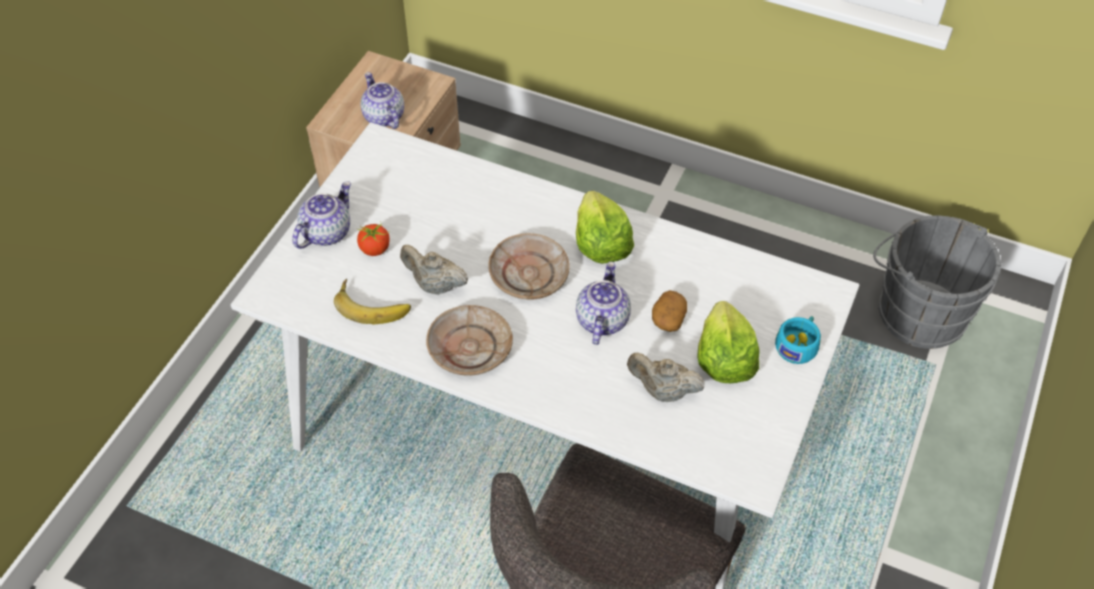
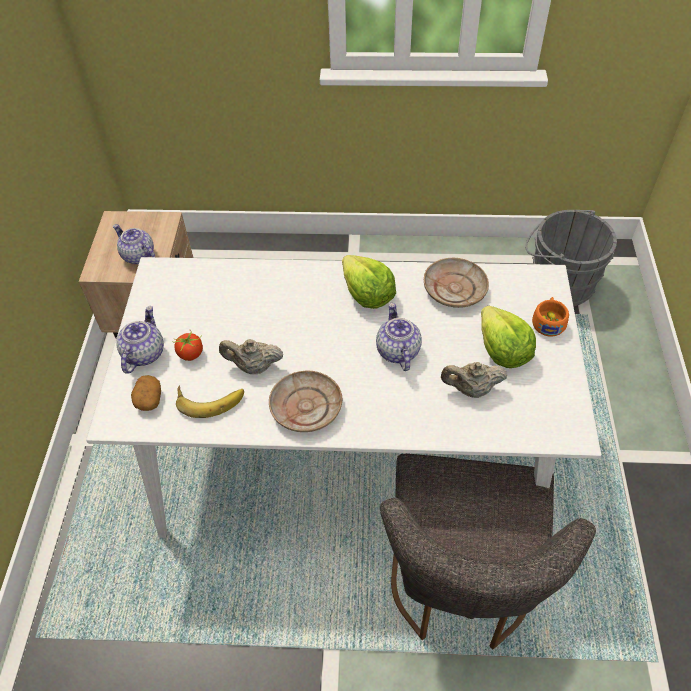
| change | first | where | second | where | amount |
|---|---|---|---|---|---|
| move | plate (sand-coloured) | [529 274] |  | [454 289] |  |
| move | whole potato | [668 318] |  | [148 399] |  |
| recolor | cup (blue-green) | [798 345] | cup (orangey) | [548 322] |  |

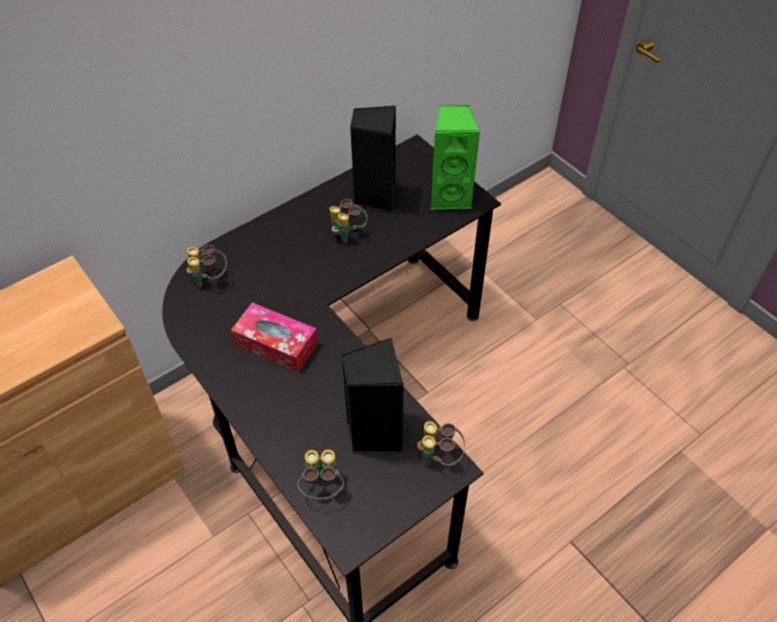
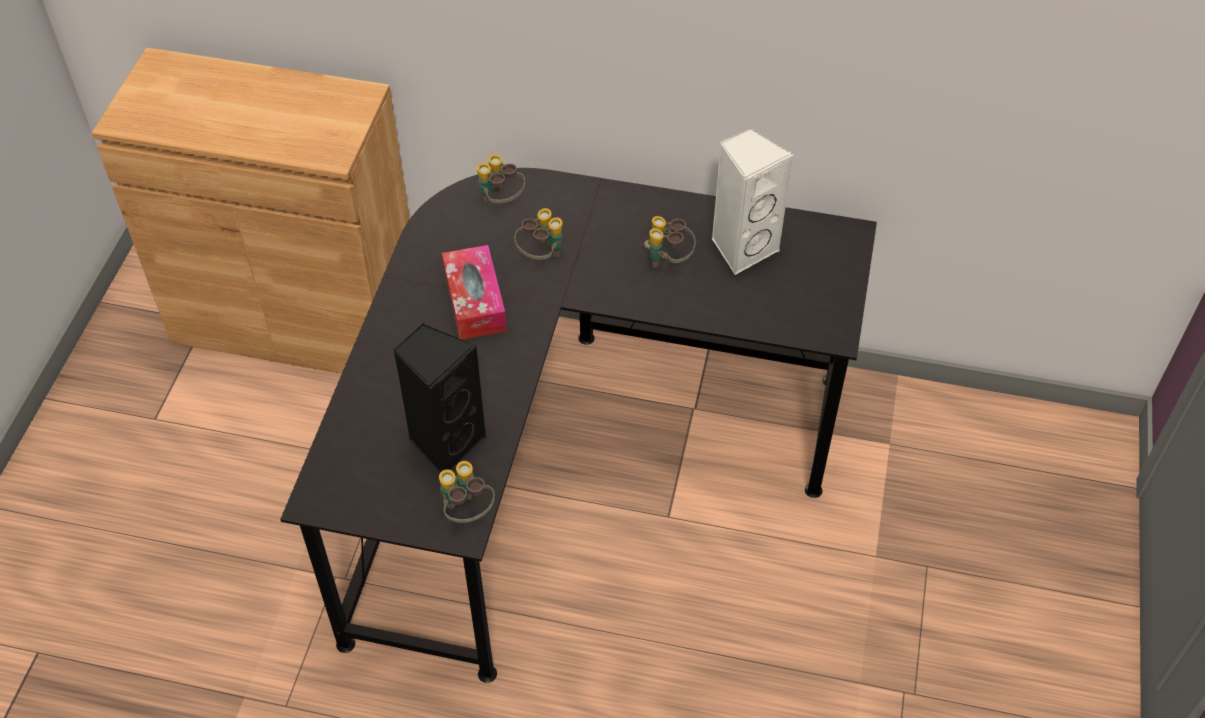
| change | first | where | second | where | amount |
|---|---|---|---|---|---|
| move | binoculars | [322 487] |  | [541 256] |  |
| recolor | speaker (black) | [375 196] | speaker (white-coloured) | [742 247] |  |
| delete | speaker (greenish) | [450 196] |  |  |  |

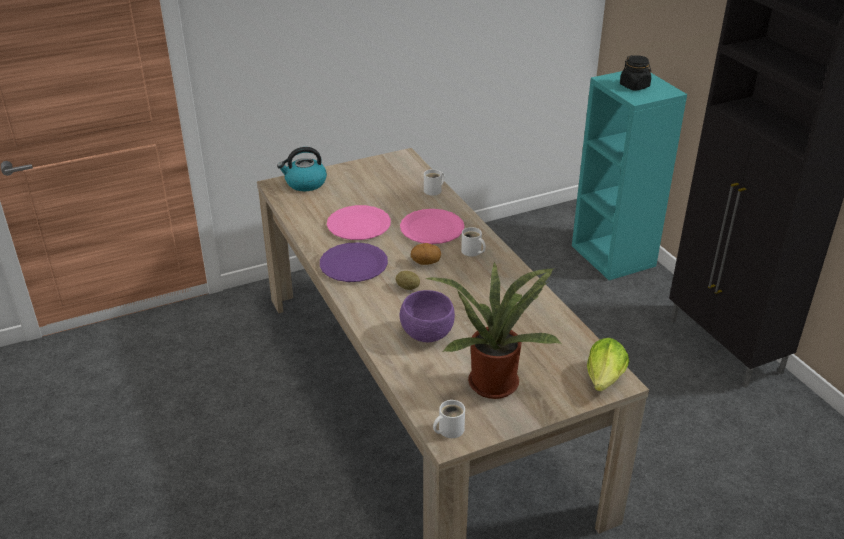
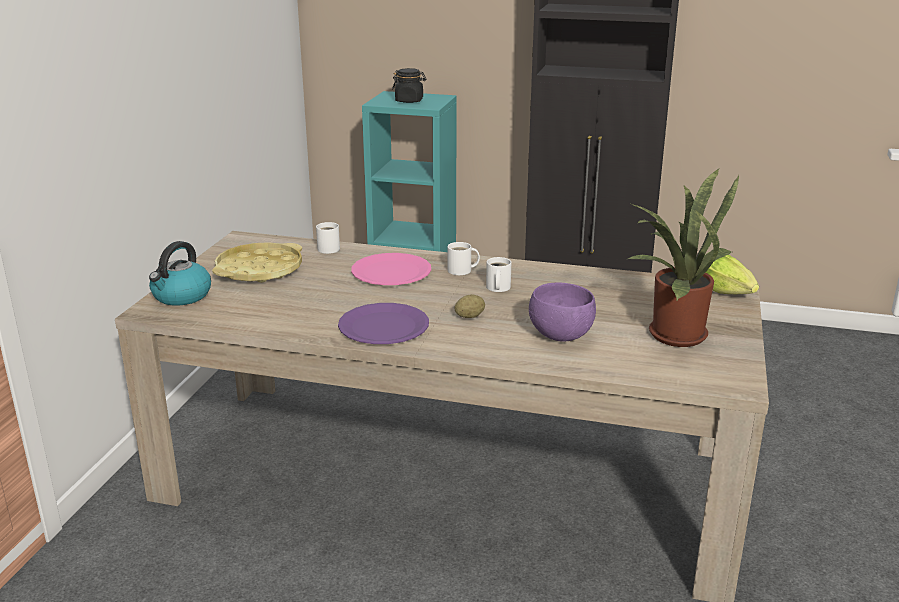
| change | first | where | second | where | amount |
|---|---|---|---|---|---|
| delete | plate (pink-coloured) | [359 225] |  |  |  |
| delete | whole potato | [425 262] |  |  |  |
| move | mug (white-coloured) | [448 430] |  | [497 288] |  |
| insert |  |  | serving tray (yellowish) | [259 270] |  |

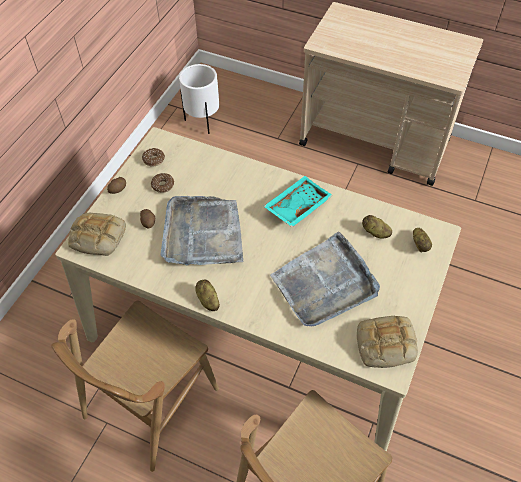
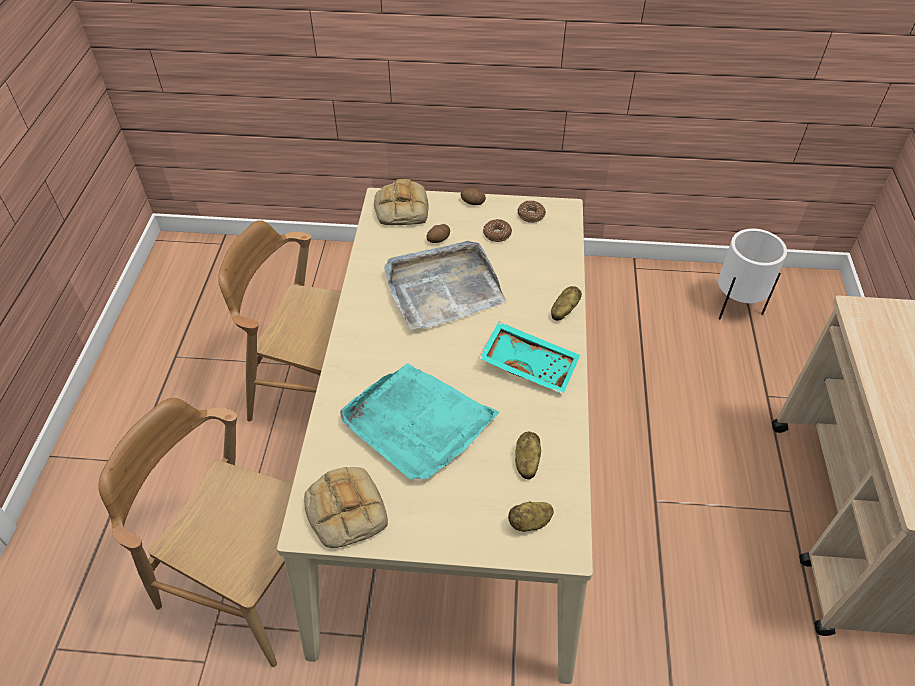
| change | first | where | second | where | amount |
|---|---|---|---|---|---|
| move | whole potato | [207 300] |  | [564 310] |  |
| recolor | serving tray (greyish) | [325 283] | serving tray (blue-green) | [417 423] |  |

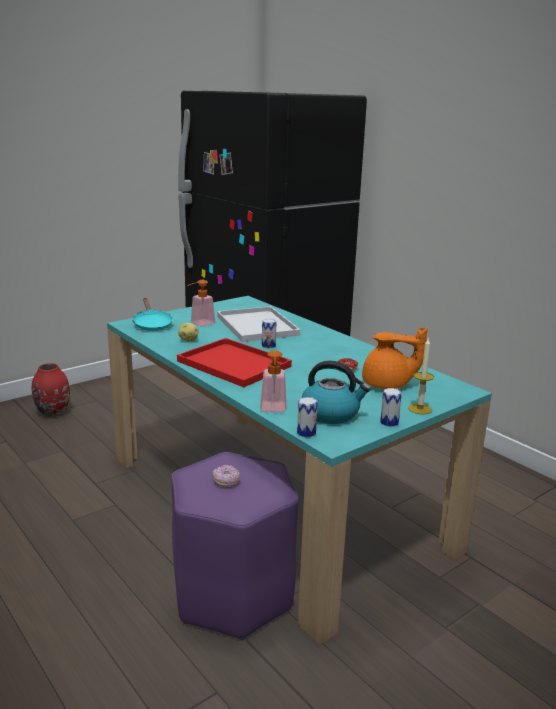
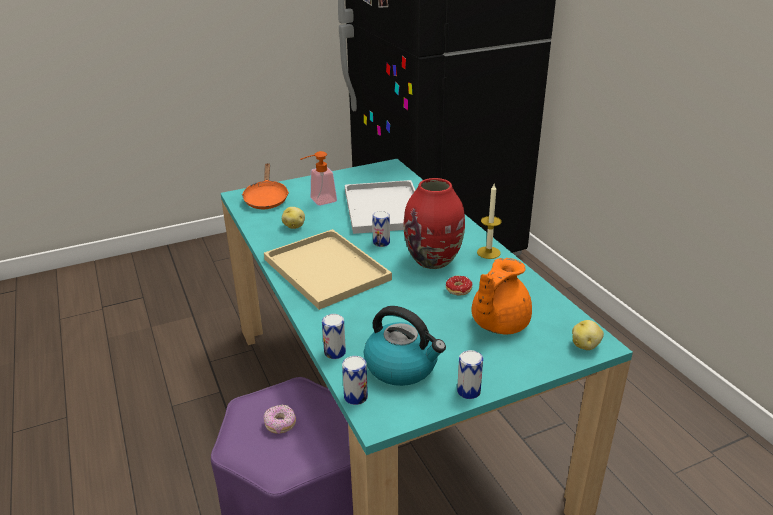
| change | first | where | second | where | amount |
|---|---|---|---|---|---|
| move | decorative vase (red-coloured) | [53 412] |  | [433 260] |  |
| recolor | pan (blue-green) | [152 324] | pan (orangey) | [266 199] |  |
| recolor | serving tray (red-coloured) | [231 363] | serving tray (sand-coloured) | [324 269] |  |
| replace | soap bottle | [273 410] | can | [335 352] |  |
| rotate | teapot (orangey) | [388 385] |  | [497 323] | 105 degrees clockwise |
| move | wax candle | [419 409] |  | [488 252] |  |
| insert |  |  | whole potato | [585 345] |  |

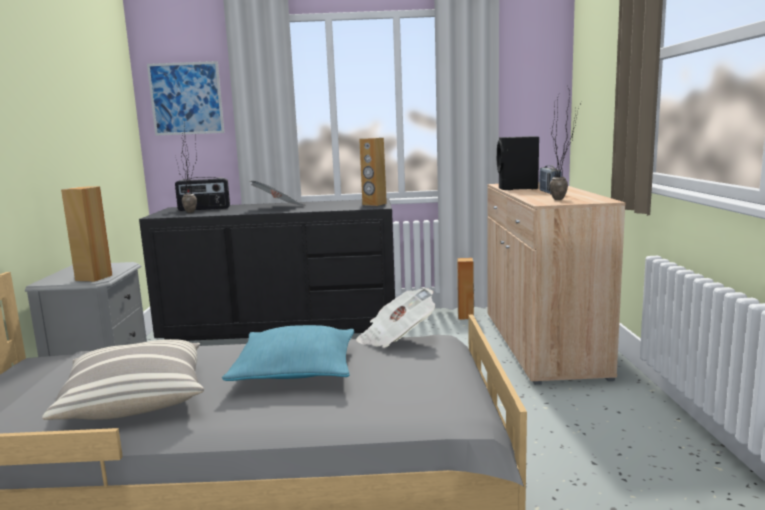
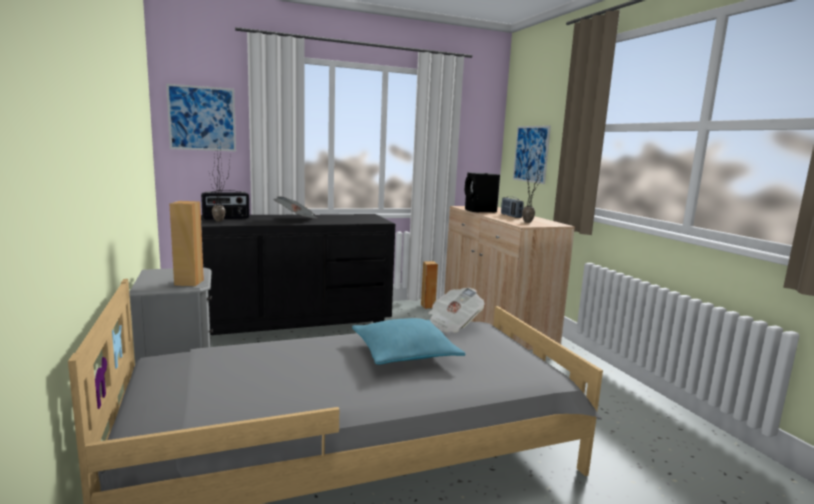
| change | first | where | second | where | amount |
|---|---|---|---|---|---|
| delete | pillow | [135 399] |  |  |  |
| delete | speaker (brown) | [374 204] |  |  |  |
| insert |  |  | picture | [531 154] |  |

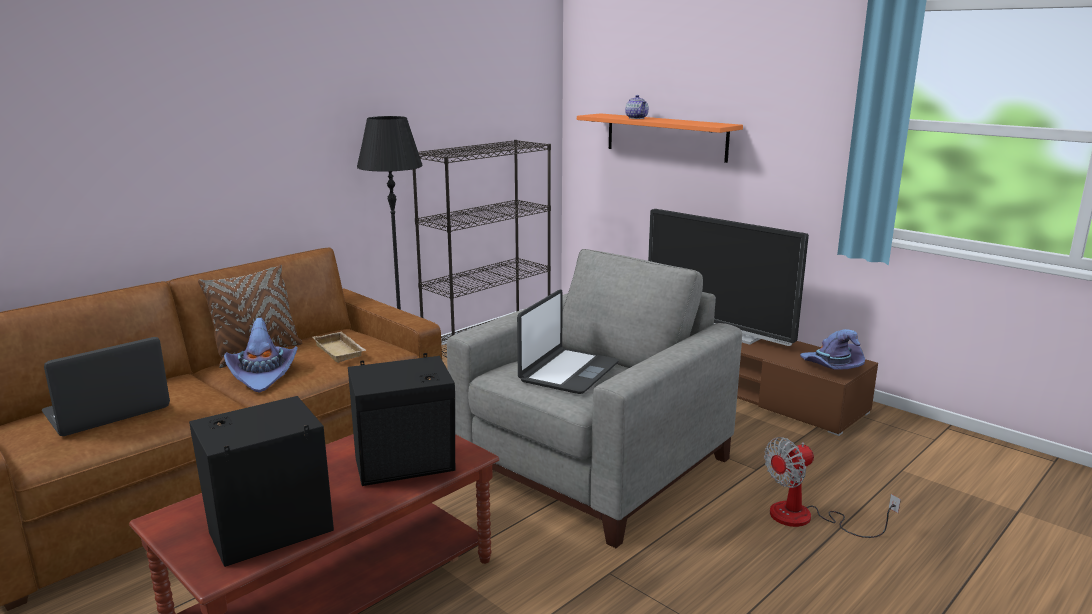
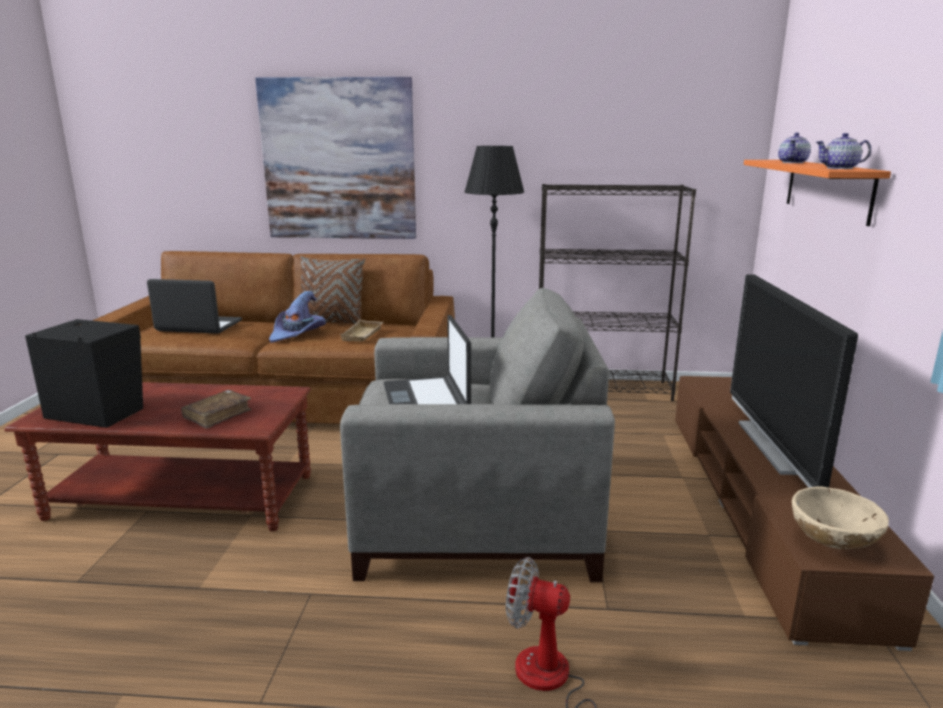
| change | first | where | second | where | amount |
|---|---|---|---|---|---|
| replace | speaker (black) | [407 467] | volume (brown) | [217 415] |  |
| rotate | laptop | [568 372] |  | [426 399] | 90 degrees clockwise |
| replace | hat (purple-coloured) | [830 367] | serving bowl (sand-coloured) | [832 544] |  |
| insert |  |  | picture | [339 160] |  |
| insert |  |  | teapot | [840 168] |  |

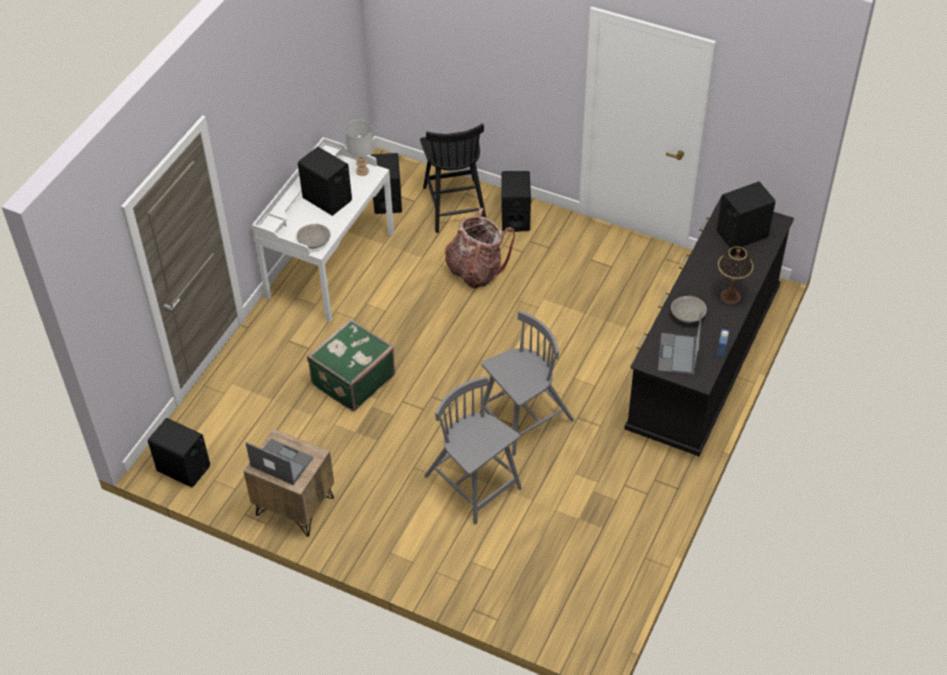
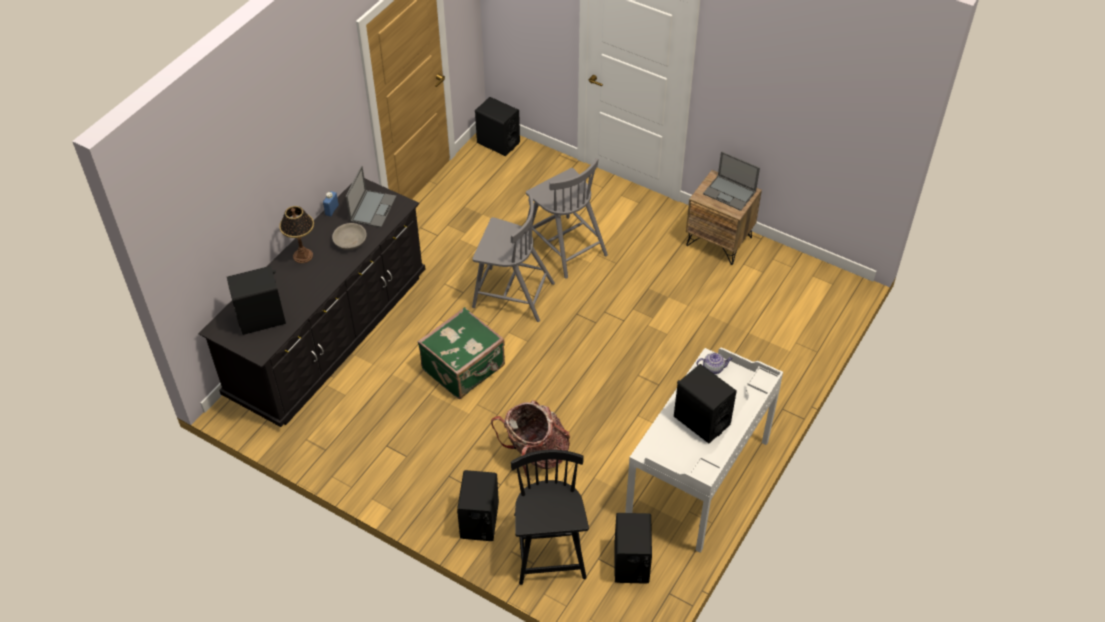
| change | first | where | second | where | amount |
|---|---|---|---|---|---|
| move | speaker (black) | [184 468] |  | [498 143] |  |
| replace | serving bowl (greyish) | [314 242] | teapot | [713 368] |  |
| move | suitcase (greenish) | [352 379] |  | [464 368] |  |
| delete | table lamp (greyish) | [362 171] |  |  |  |
| rotate | chair (greyish) | [524 419] |  | [511 294] | 135 degrees counterclockwise |

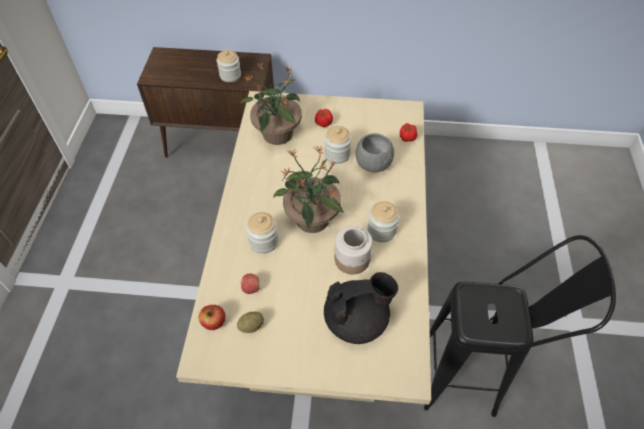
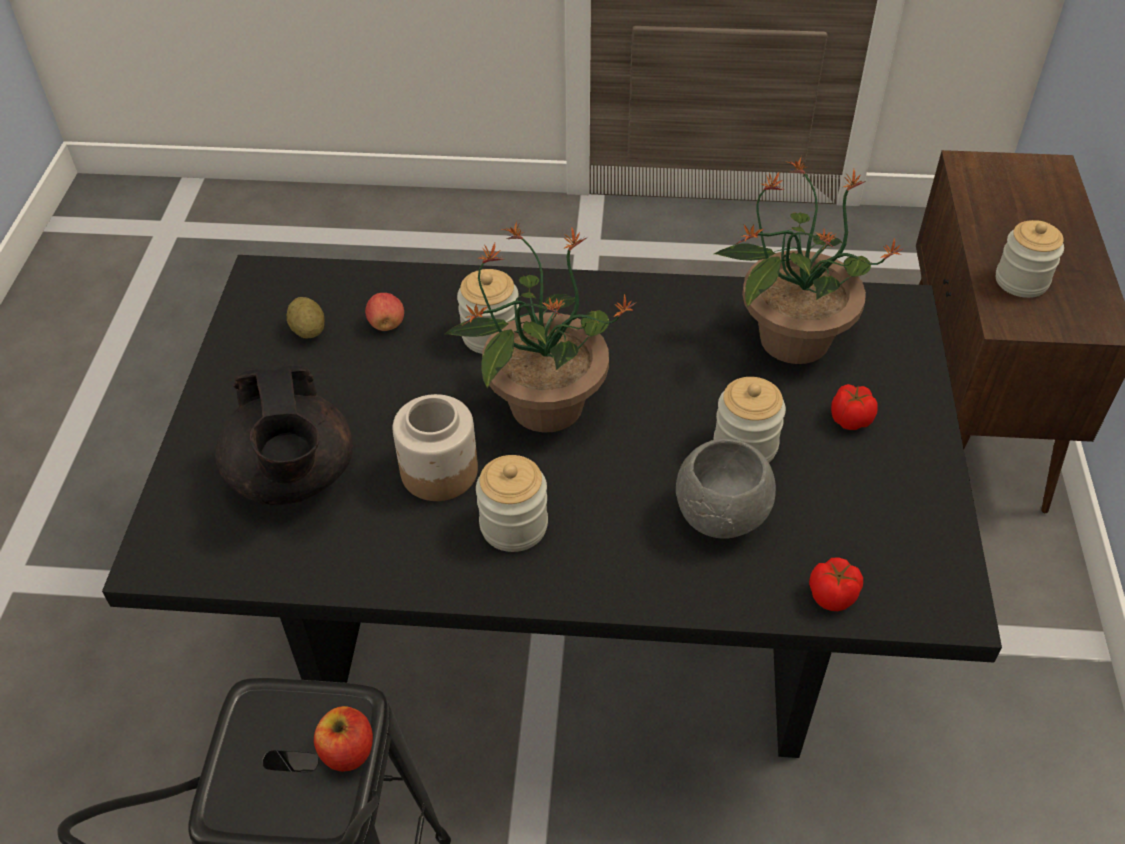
| change | first | where | second | where | amount |
|---|---|---|---|---|---|
| recolor | dining table (sand-coloured) | [323 297] | dining table (black) | [563 628] |  |
| move | apple fruit | [214 322] |  | [347 751] |  |

